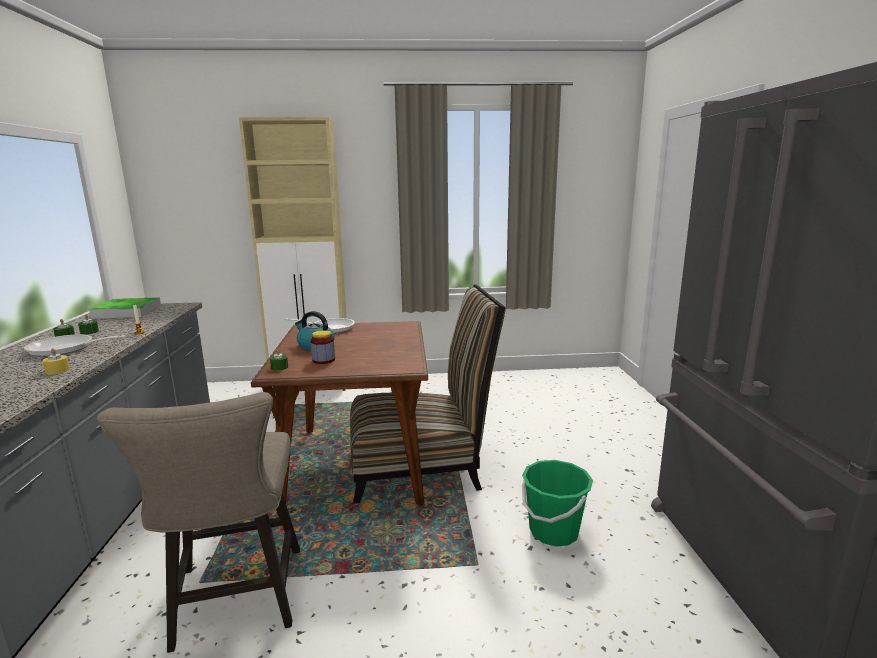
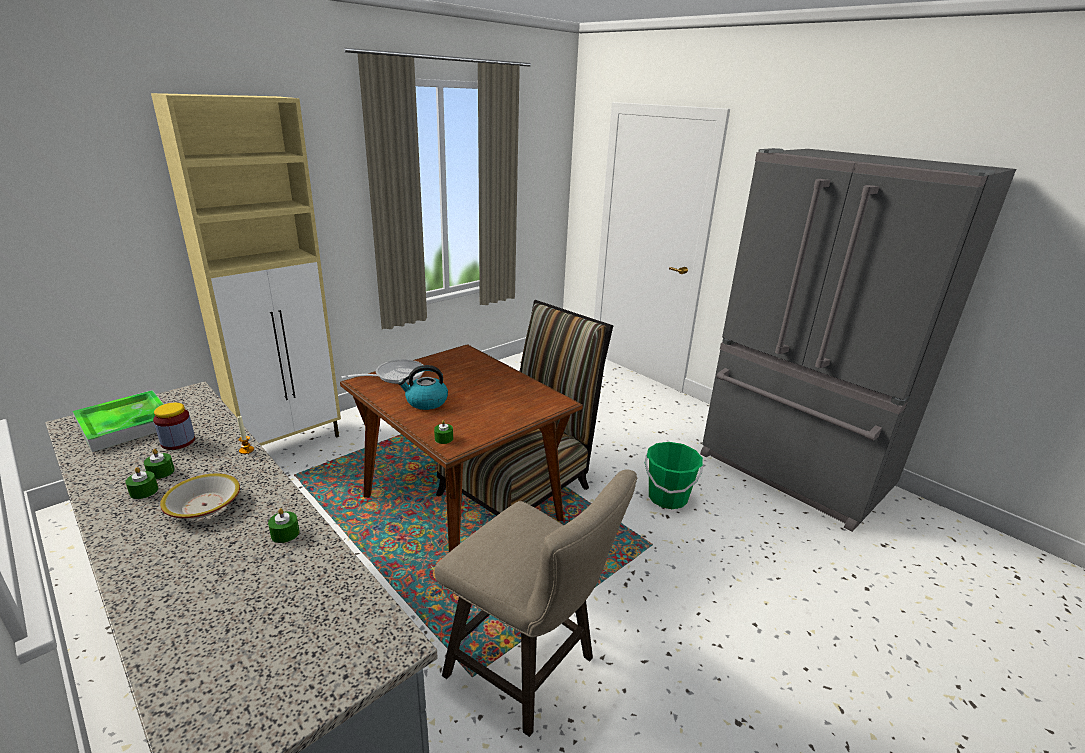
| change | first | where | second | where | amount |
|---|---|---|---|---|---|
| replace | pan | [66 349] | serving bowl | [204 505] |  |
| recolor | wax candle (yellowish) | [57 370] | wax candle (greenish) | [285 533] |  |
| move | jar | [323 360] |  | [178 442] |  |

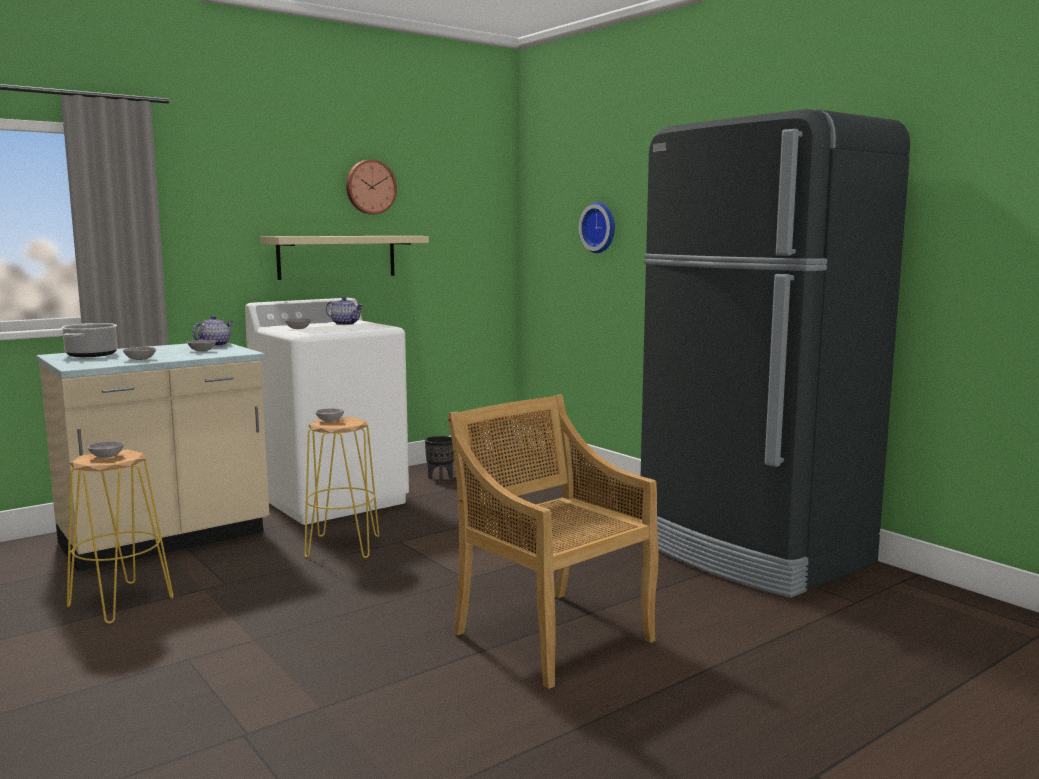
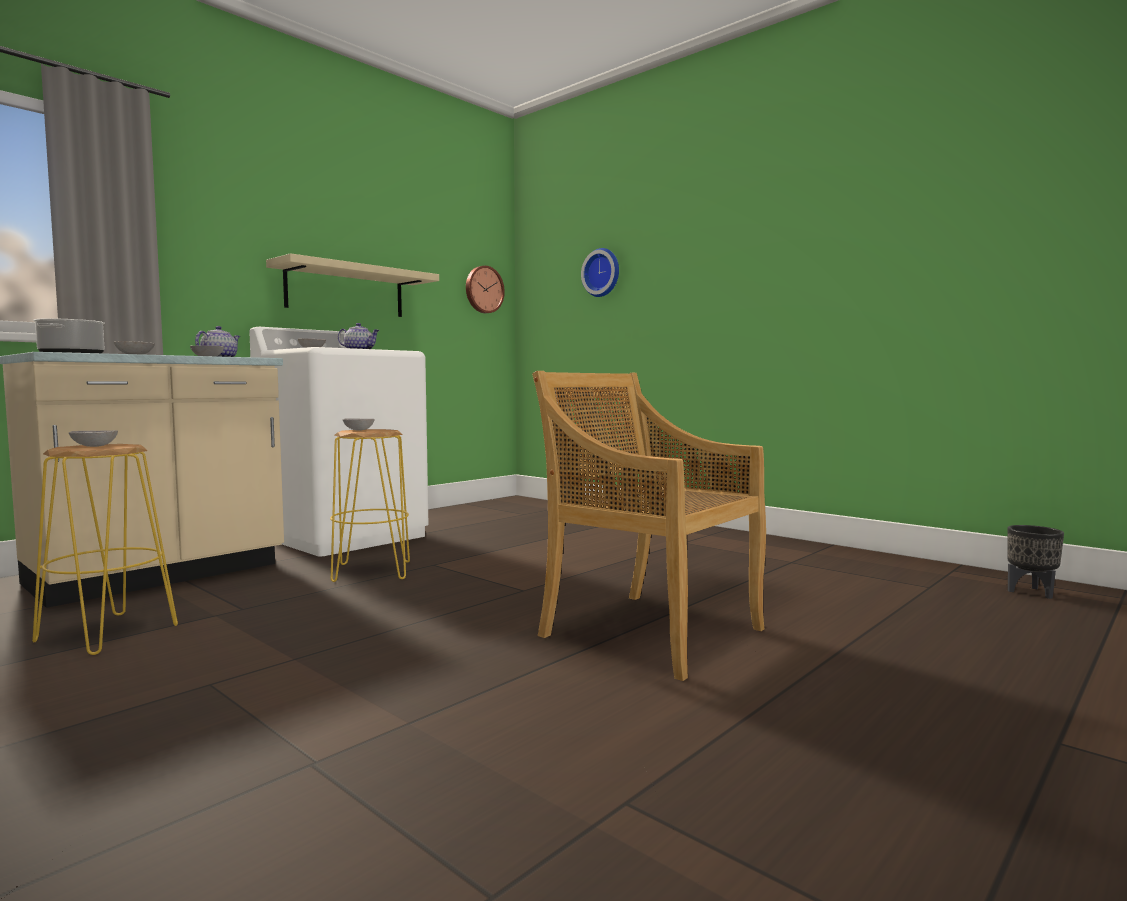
| change | first | where | second | where | amount |
|---|---|---|---|---|---|
| move | wall clock | [370 187] |  | [483 289] |  |
| move | flower pot (black) | [441 479] |  | [1031 592] |  |
| delete | refrigerator (black) | [751 552] |  |  |  |

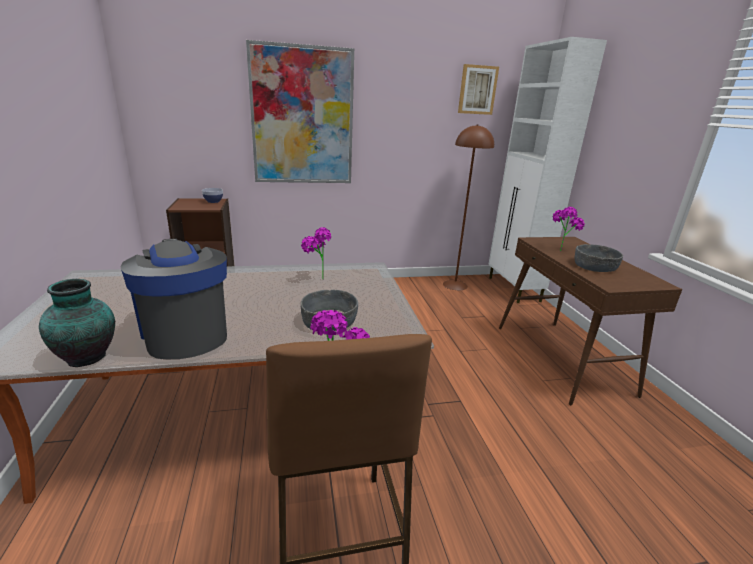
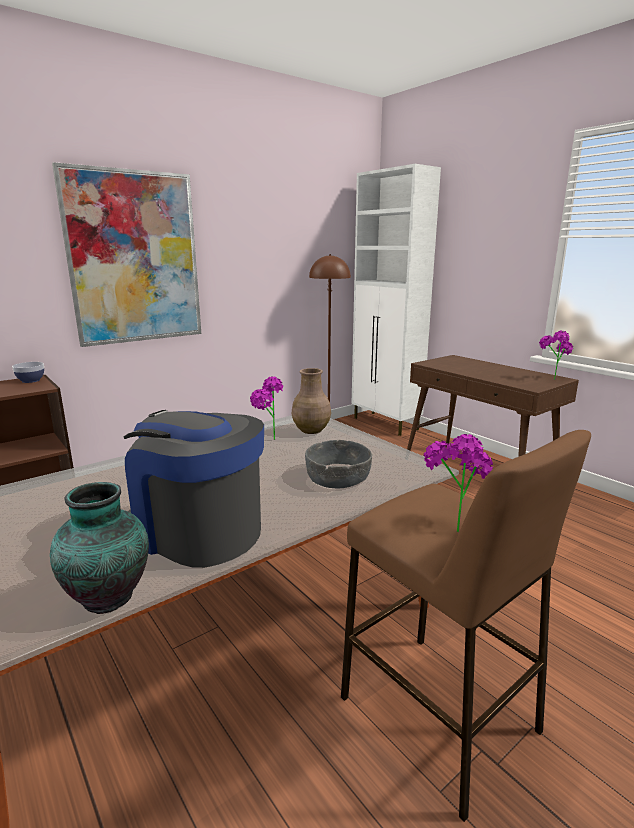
| change | first | where | second | where | amount |
|---|---|---|---|---|---|
| delete | picture | [477 90] |  |  |  |
| move | potted plant | [560 249] |  | [551 378] |  |
| delete | serving bowl (greyish) | [595 265] |  |  |  |
| insert |  |  | decorative vase (brown) | [311 430] |  |

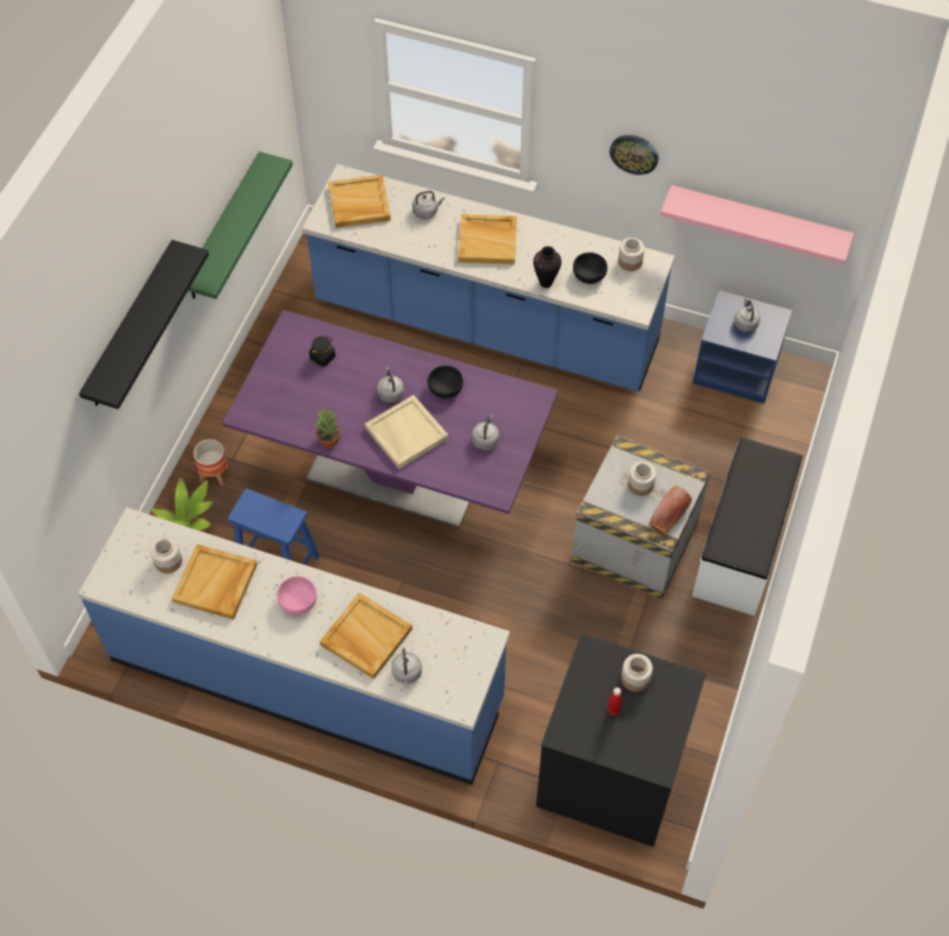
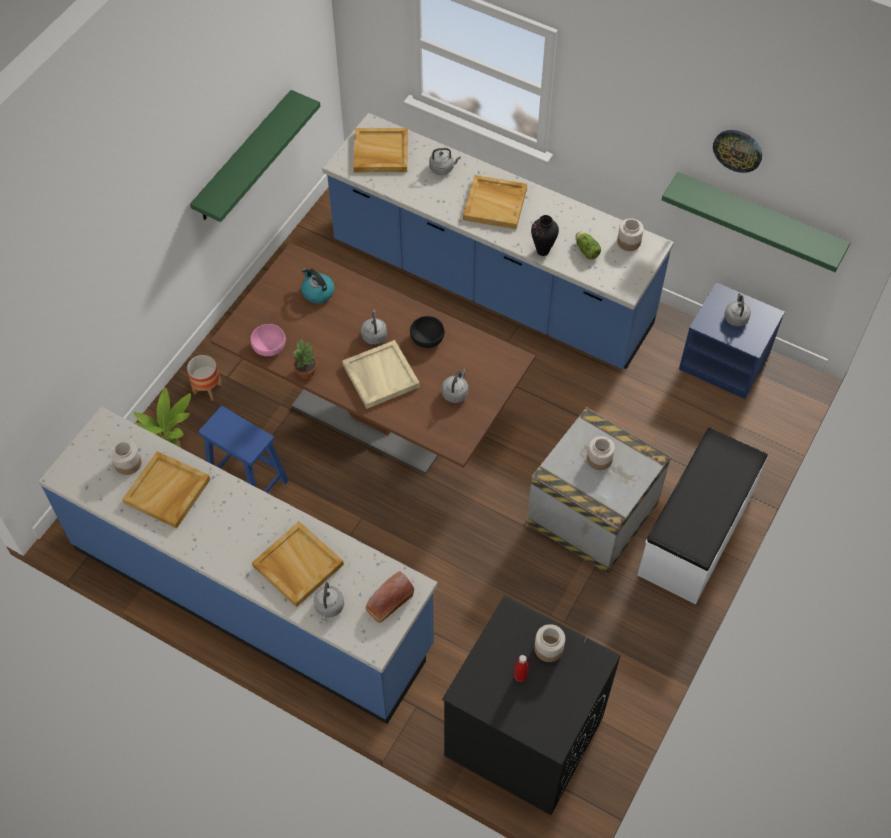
| change | first | where | second | where | amount |
|---|---|---|---|---|---|
| delete | wall shelf (black) | [130 326] |  |  |  |
| recolor | dining table (purple-coloured) | [396 472] | dining table (brown) | [377 413] |  |
| move | serving bowl (pink-coloured) | [297 601] |  | [269 346] |  |
| replace | jar (black) | [322 357] | tea kettle | [317 292] |  |
| replace | serving bowl (black) | [589 275] | lettuce head | [586 249] |  |
| move | wall clock | [634 153] |  | [738 150] |  |
| move | baked bread | [668 517] |  | [388 603] |  |
| recolor | wall shelf (pink-coloured) | [758 221] | wall shelf (greenish) | [758 219] |  |

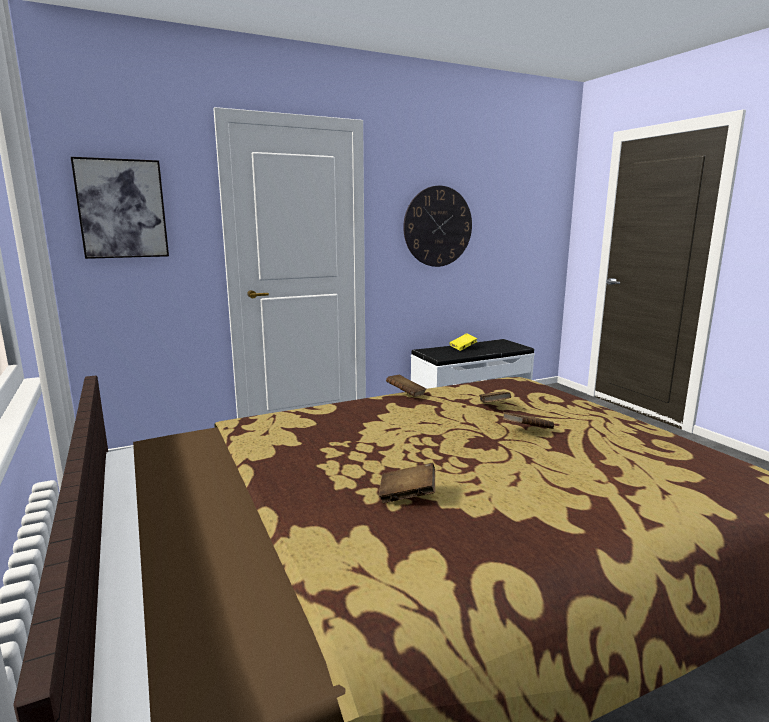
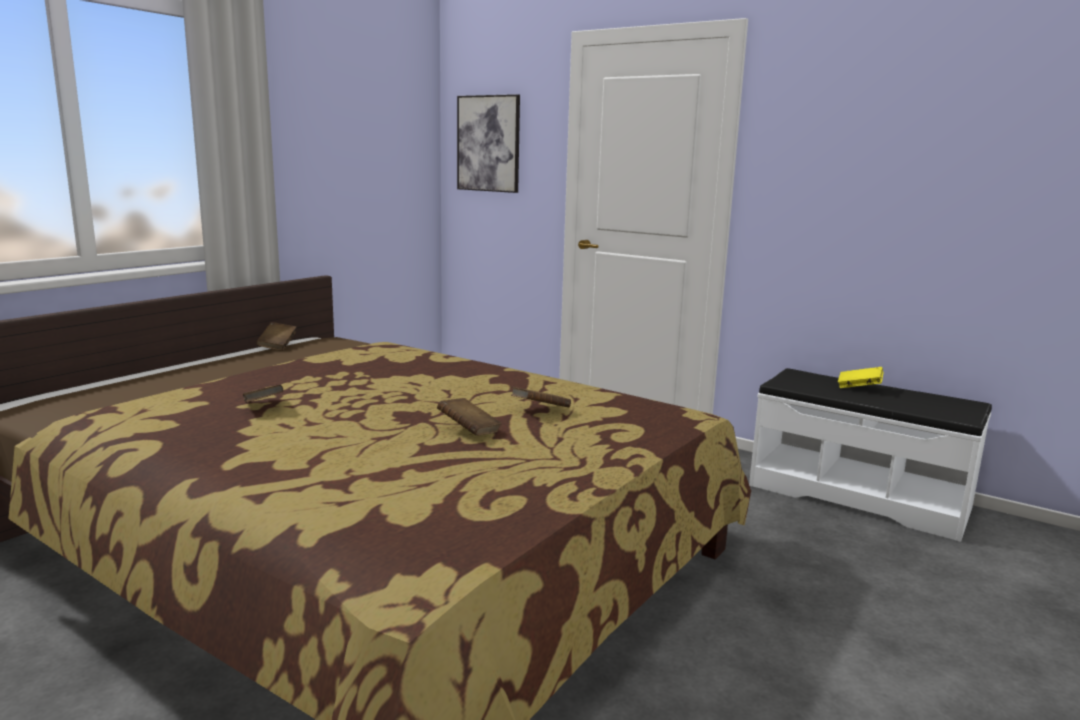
| change | first | where | second | where | amount |
|---|---|---|---|---|---|
| move | volume (brown) | [406 394] |  | [277 346] |  |
| delete | wall clock | [438 226] |  |  |  |

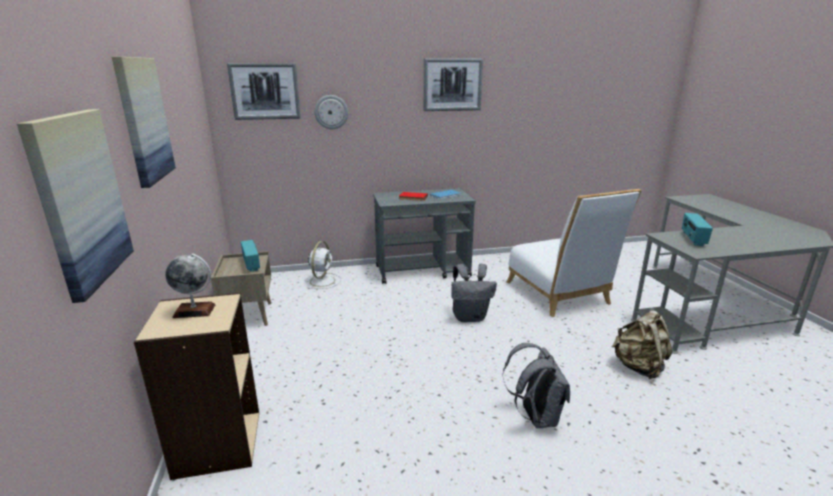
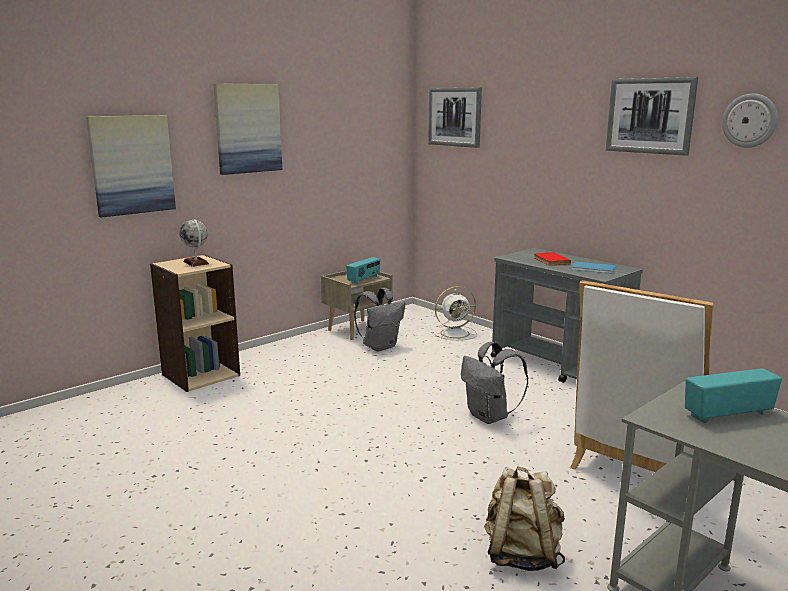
| change | first | where | second | where | amount |
|---|---|---|---|---|---|
| move | wall clock | [331 112] |  | [750 120] |  |
| move | rucksack (greyish) | [535 416] |  | [380 346] |  |

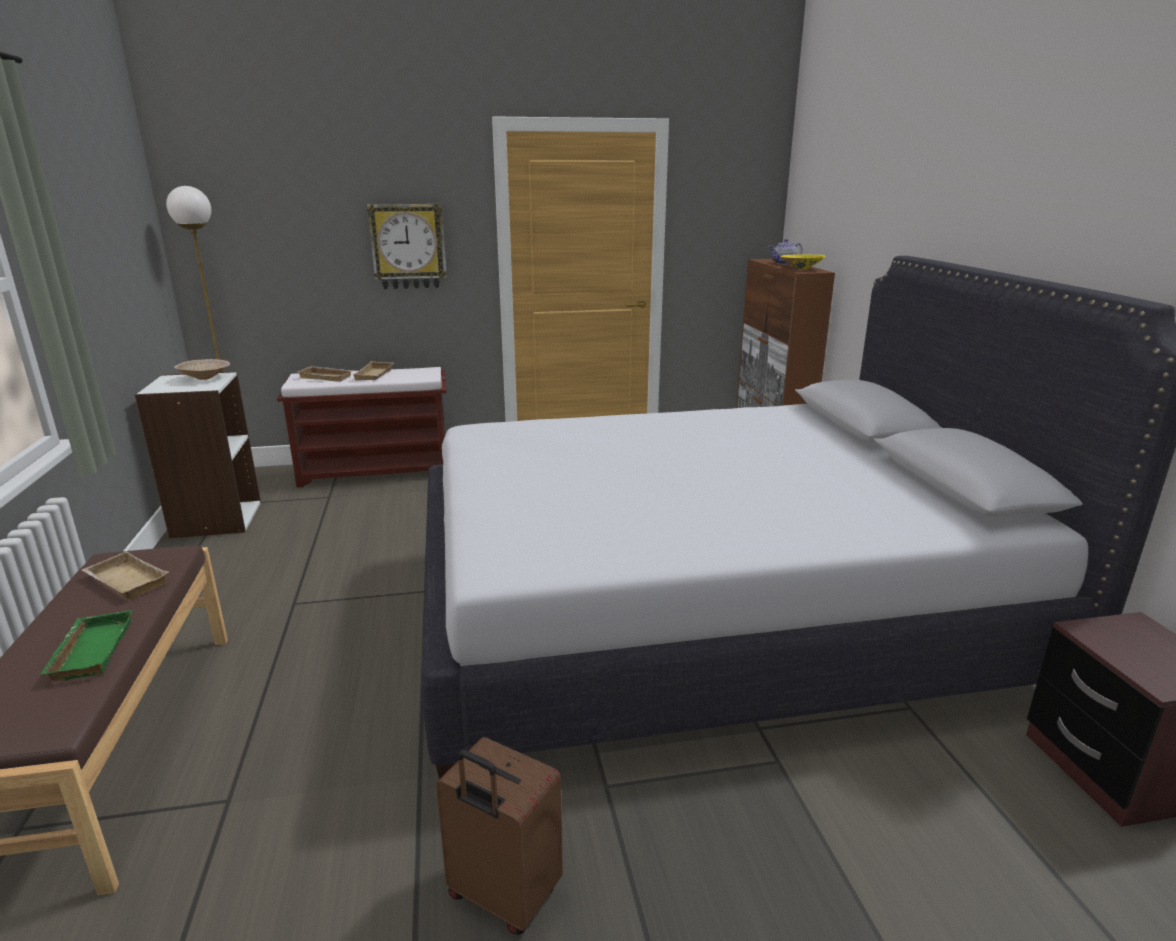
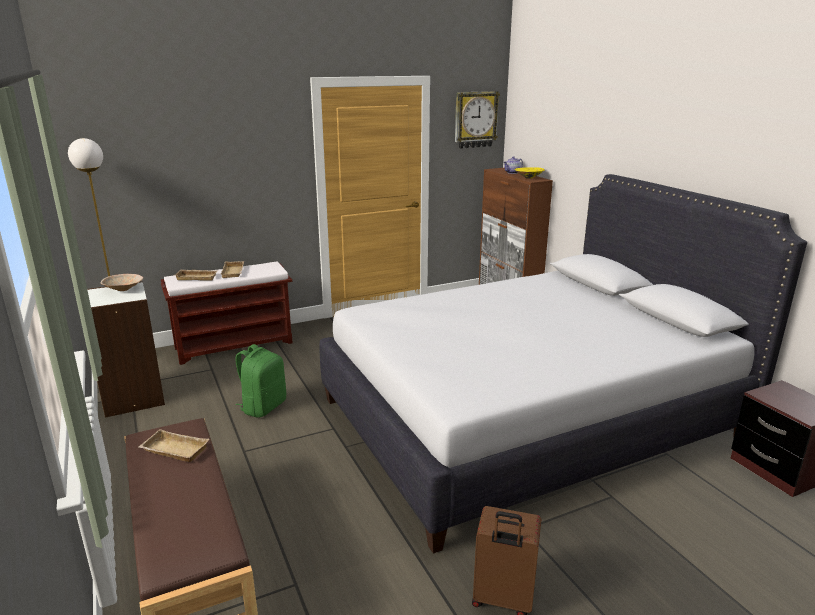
| change | first | where | second | where | amount |
|---|---|---|---|---|---|
| delete | serving tray (greenish) | [89 651] |  |  |  |
| move | wall clock | [408 246] |  | [475 119] |  |
| insert |  |  | rucksack (greenish) | [263 407] |  |

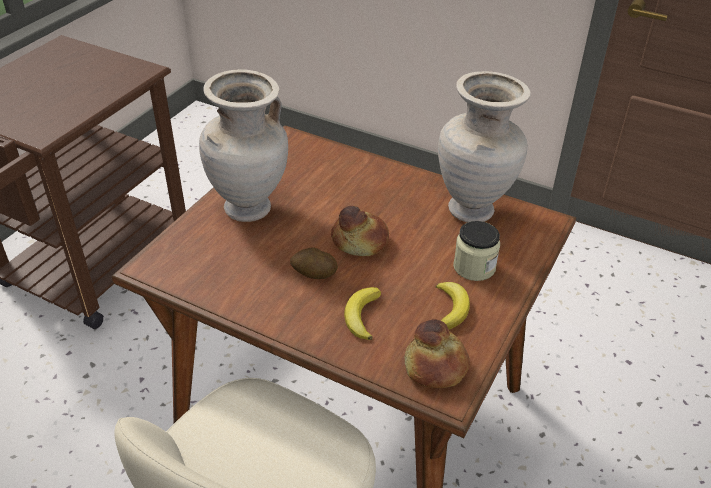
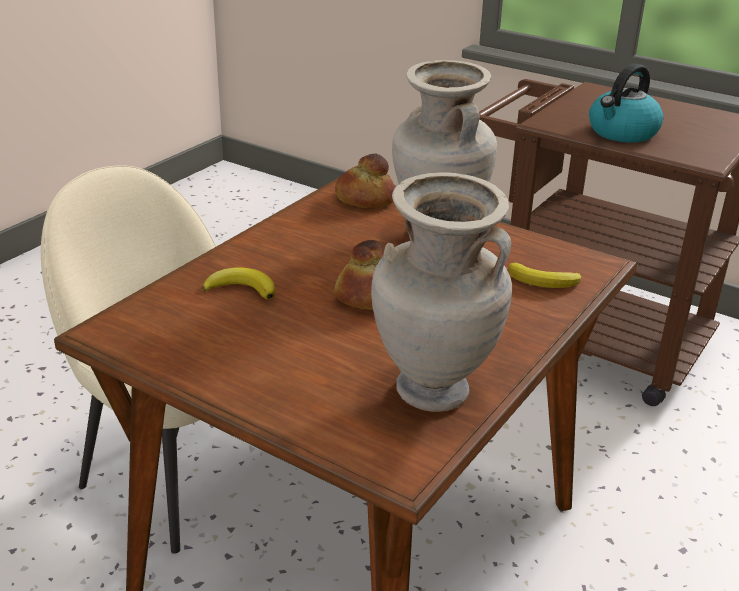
| change | first | where | second | where | amount |
|---|---|---|---|---|---|
| delete | whole potato | [314 274] |  |  |  |
| move | baked bread | [435 366] |  | [365 199] |  |
| move | whole banana | [451 308] |  | [545 281] |  |
| delete | jar | [474 267] |  |  |  |
| insert |  |  | tea kettle | [622 133] |  |

